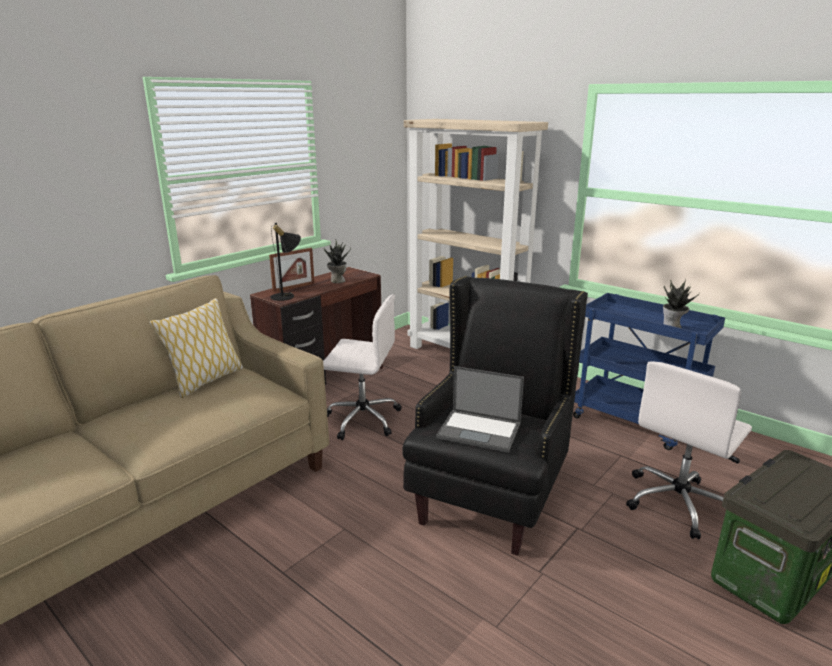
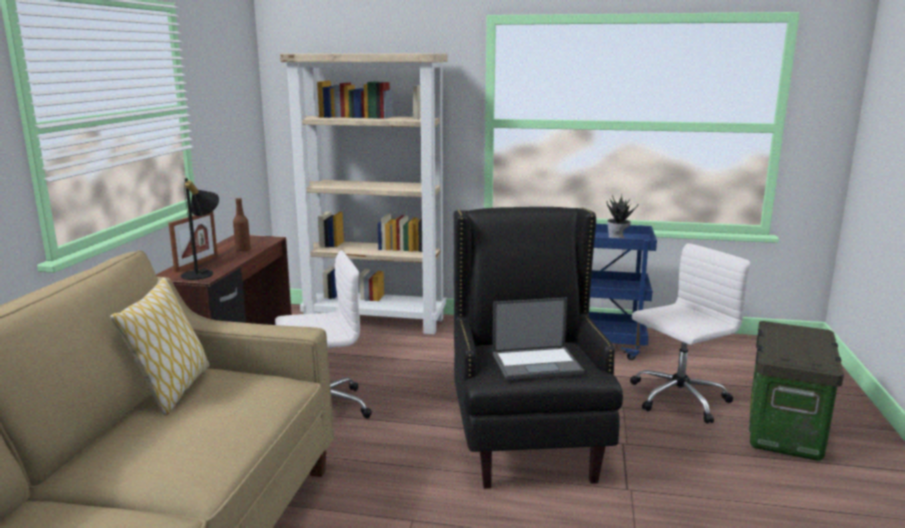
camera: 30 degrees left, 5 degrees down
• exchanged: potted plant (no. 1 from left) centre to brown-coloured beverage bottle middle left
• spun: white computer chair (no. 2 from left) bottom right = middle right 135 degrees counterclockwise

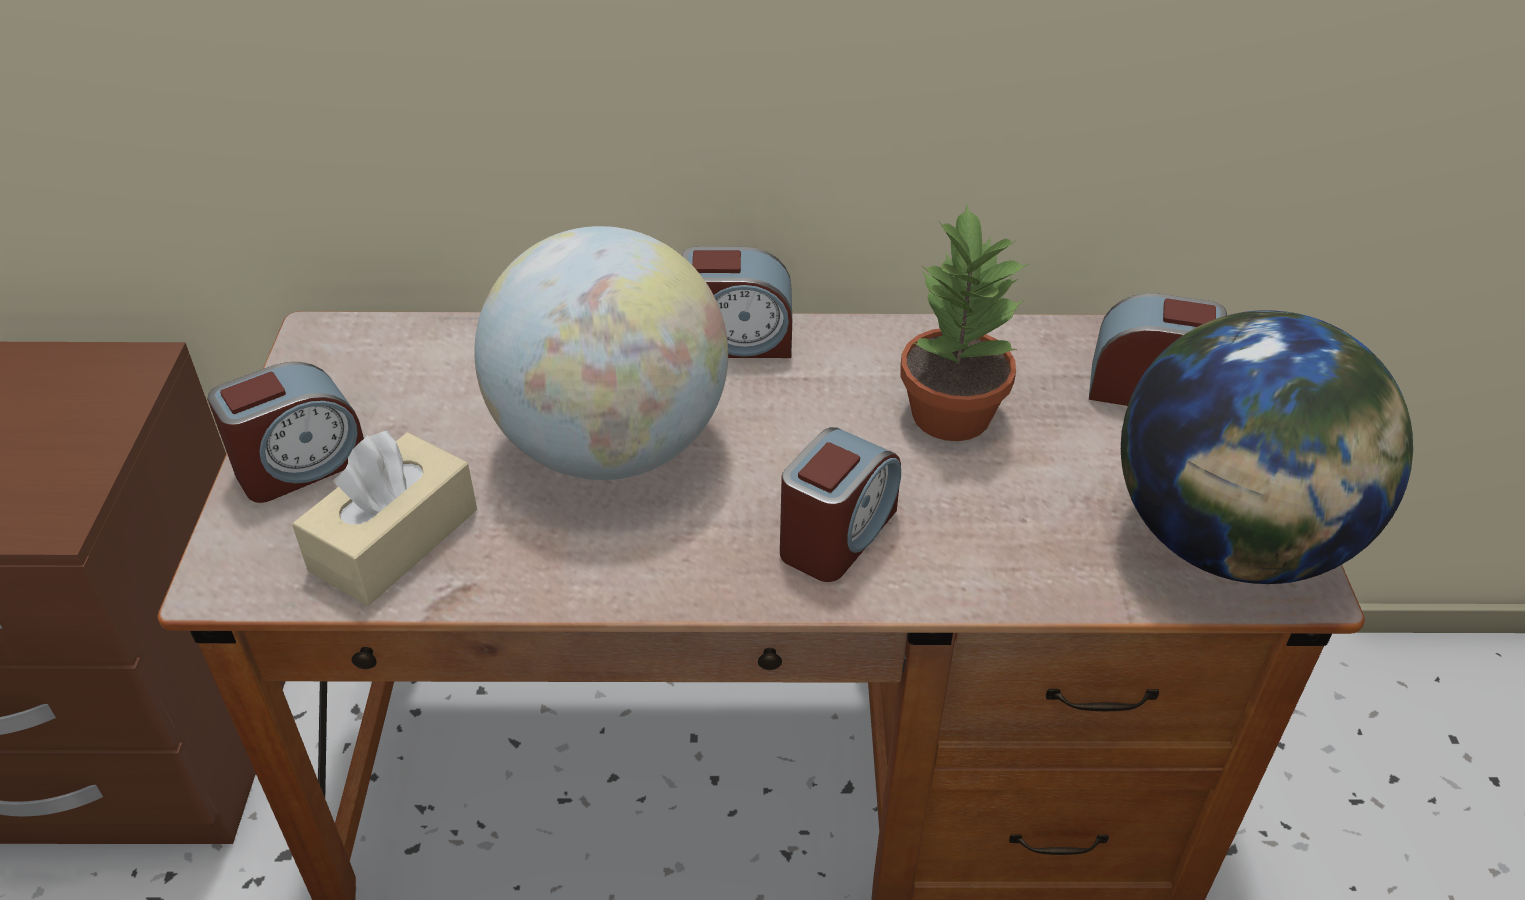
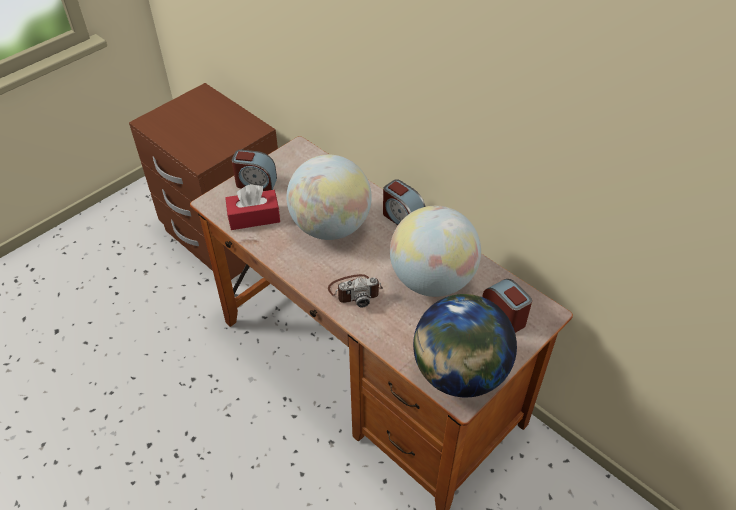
camera: 45 degrees right, 5 degrees up
• colour: beige-coloured box of tissues middle left to reddish box of tissues centre
• exchanged: table clock (no. 3 from left) centre to photo camera centre
• exchanged: potted plant centre to desk globe (no. 2 from left) centre

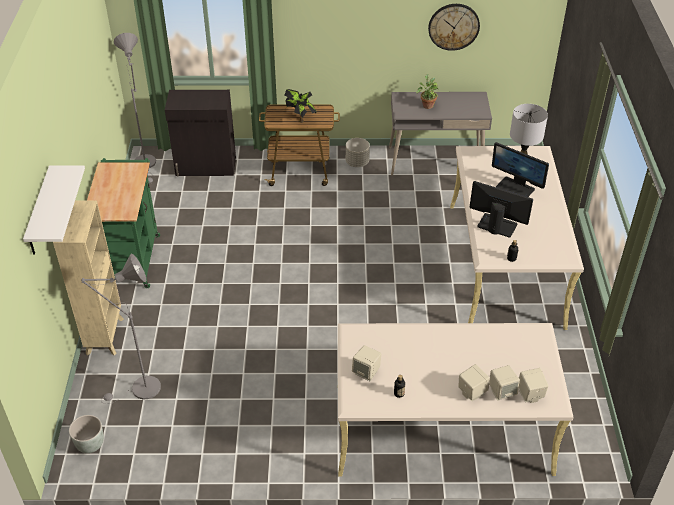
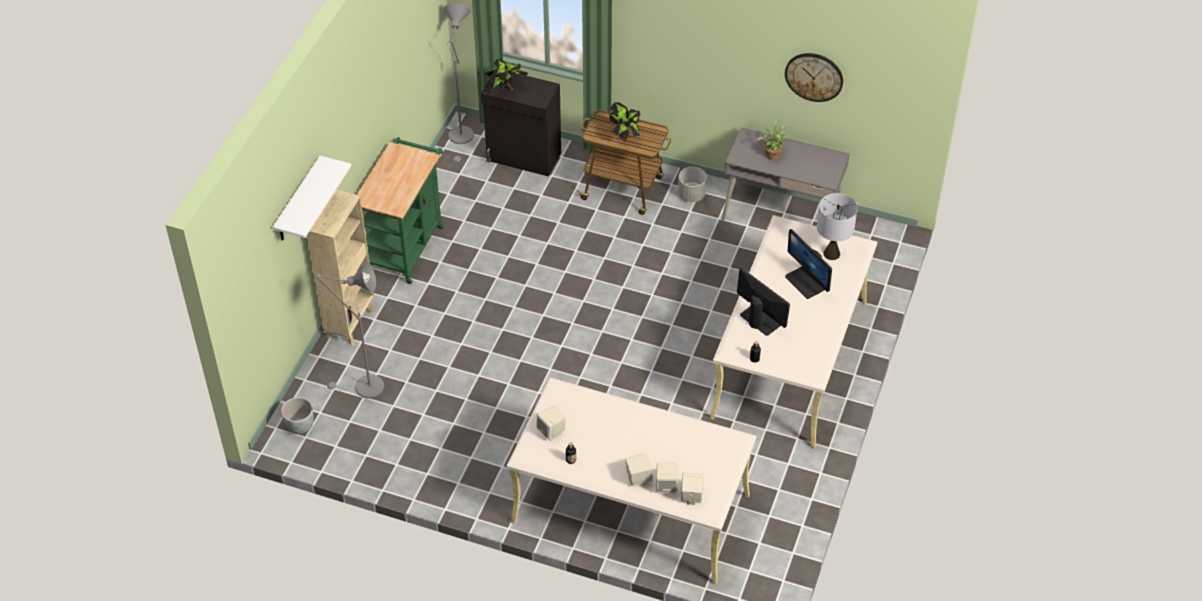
camera: 20 degrees right, 5 degrees up
• appeared: potted plant (no. 1 from left) top centre

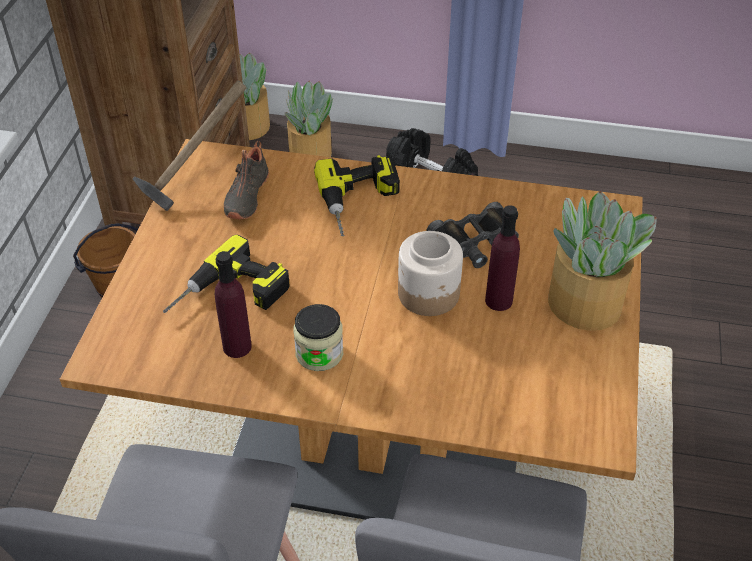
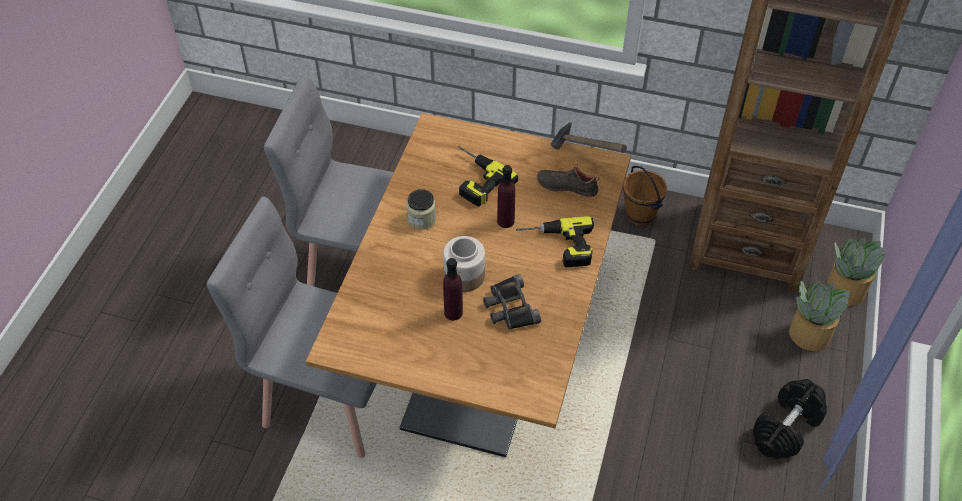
camera: 95 degrees right, 5 degrees up
• relocated: purplish beverage bottle (no. 1 from left in the first image) middle left to purplish beverage bottle (no. 2 from left) centre
• missing: potted plant (no. 3 from left) middle right

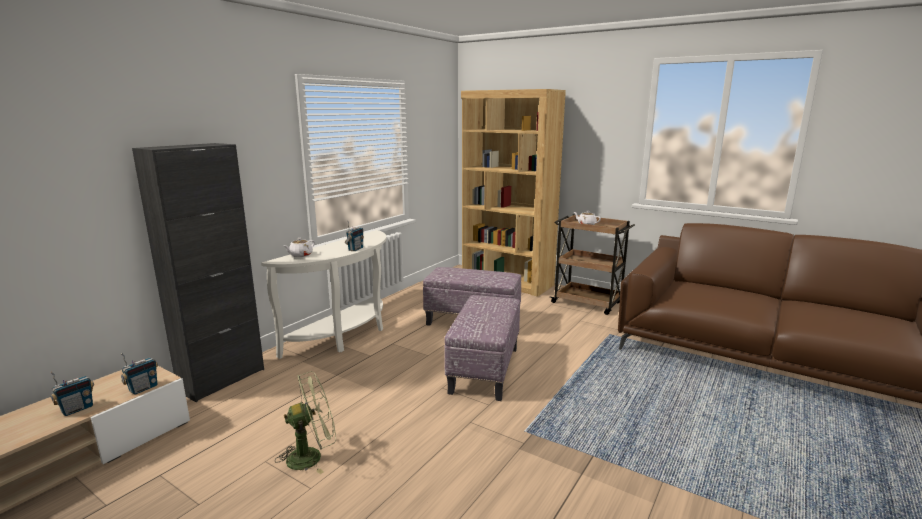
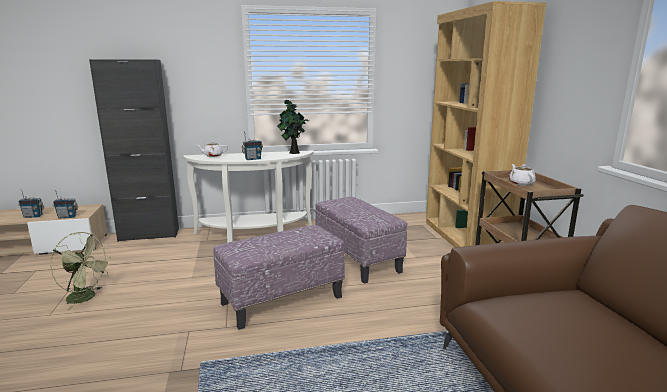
camera: 45 degrees right, 0 degrees up
• appeared: potted plant top centre

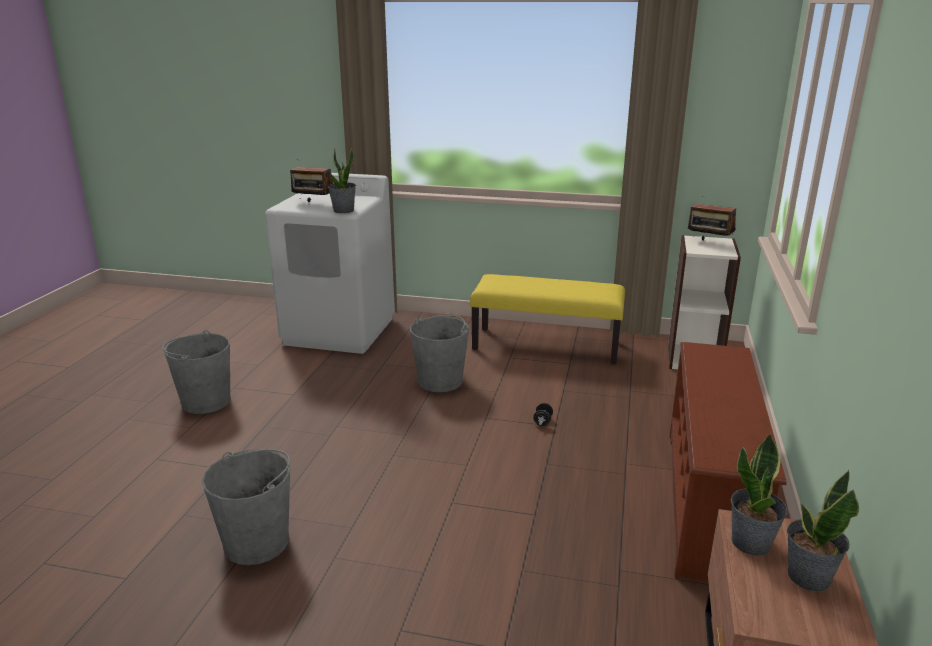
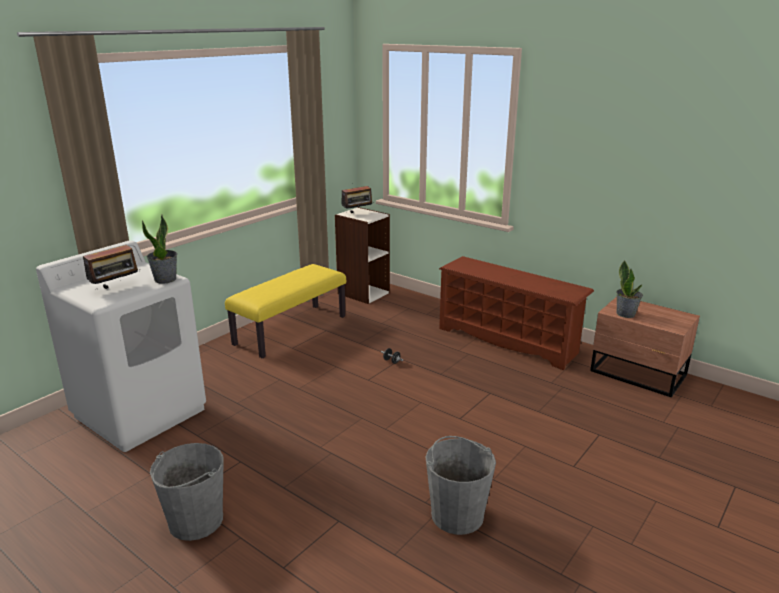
camera: 65 degrees left, 0 degrees up
• missing: gray pail (no. 3 from left) centre
• missing: potted plant (no. 3 from left) bottom right

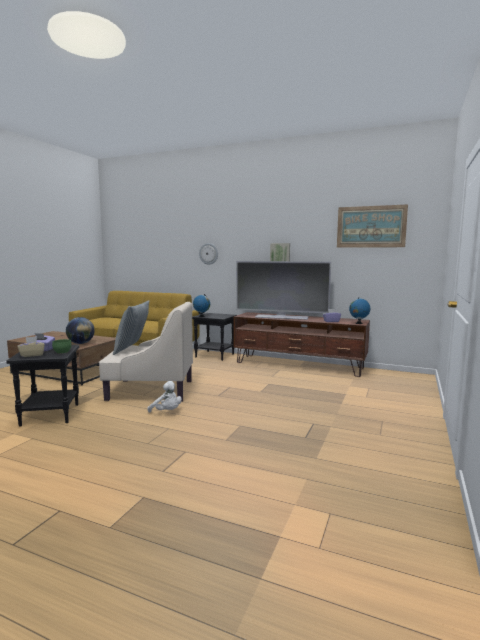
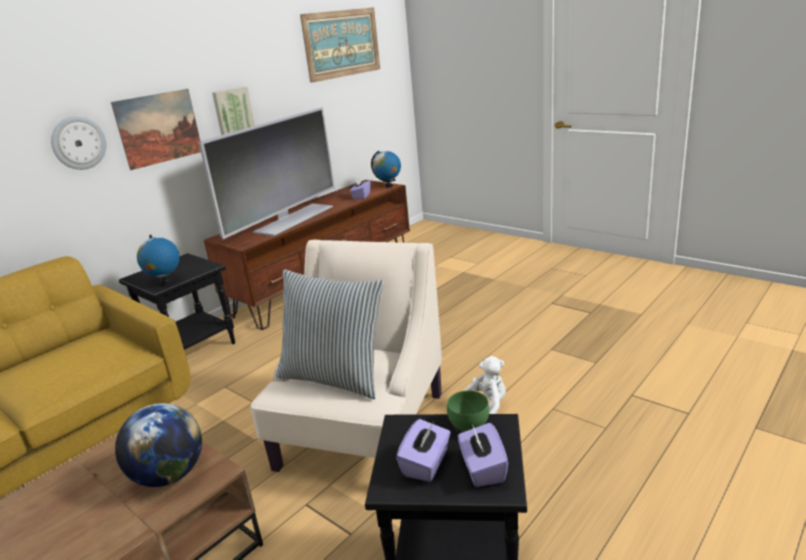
camera: 70 degrees left, 15 degrees up
• appeared: wall picture (no. 1 from left) top left
• colour: beige-coloured box of tissues middle left to purplish box of tissues (no. 3 from left) bottom centre

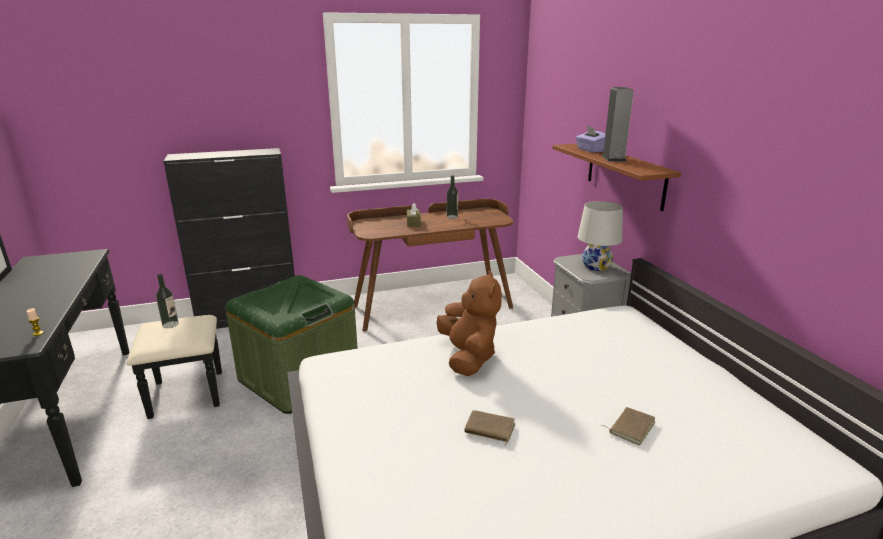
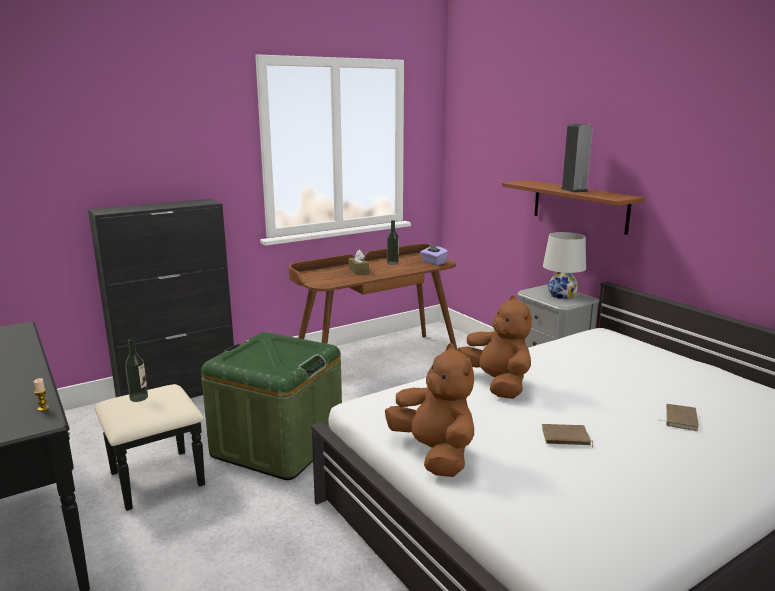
camera: 15 degrees left, 5 degrees down
• appeared: brown-coloured soft toy (no. 1 from left) bottom centre
• relocated: purplish box of tissues top right to centre

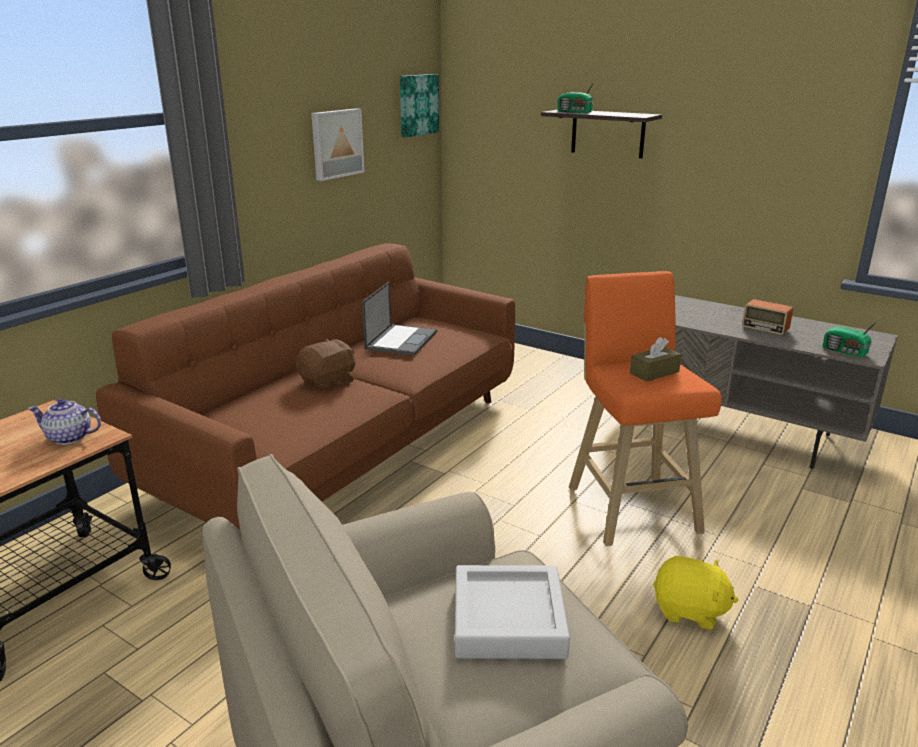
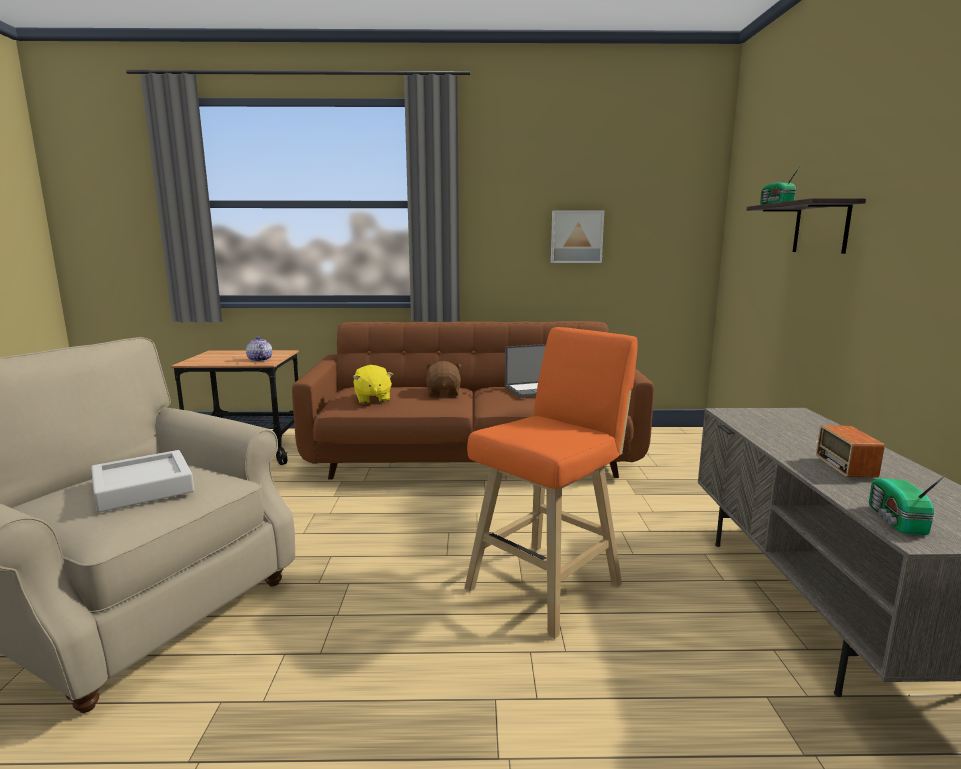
camera: 55 degrees right, 10 degrees down
• relocated: yellow soft toy bottom right to centre
• spun: brown-coloured soft toy centre = centre 105 degrees counterclockwise
• missing: wall picture (no. 2 from left) top centre
• missing: brown-coloured box of tissues middle right

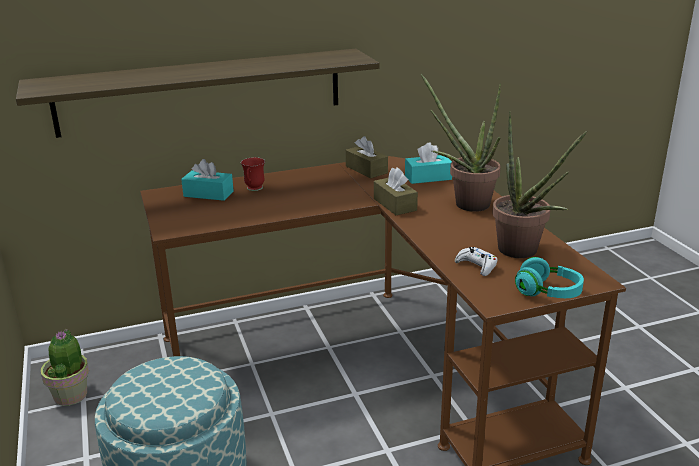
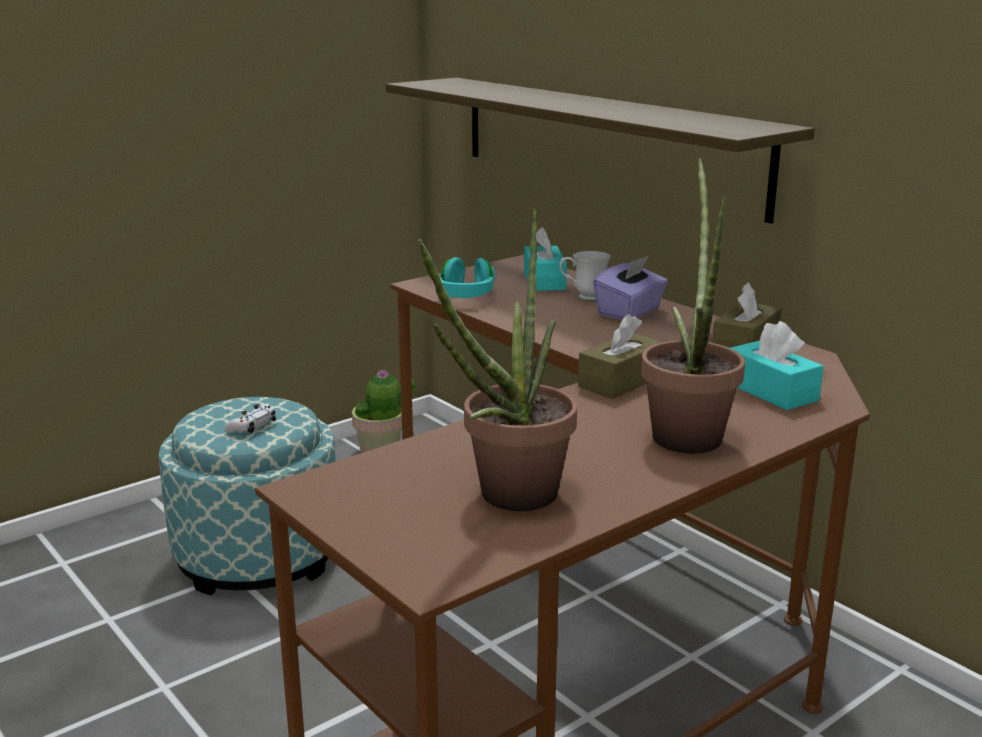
camera: 70 degrees right, 5 degrees down
• relocated: white gamepad middle right to middle left
• relocated: turquoise-coloured headset middle right to centre
• colour: reddish tea mug centre to white tea mug centre
• appeared: purplish box of tissues centre

